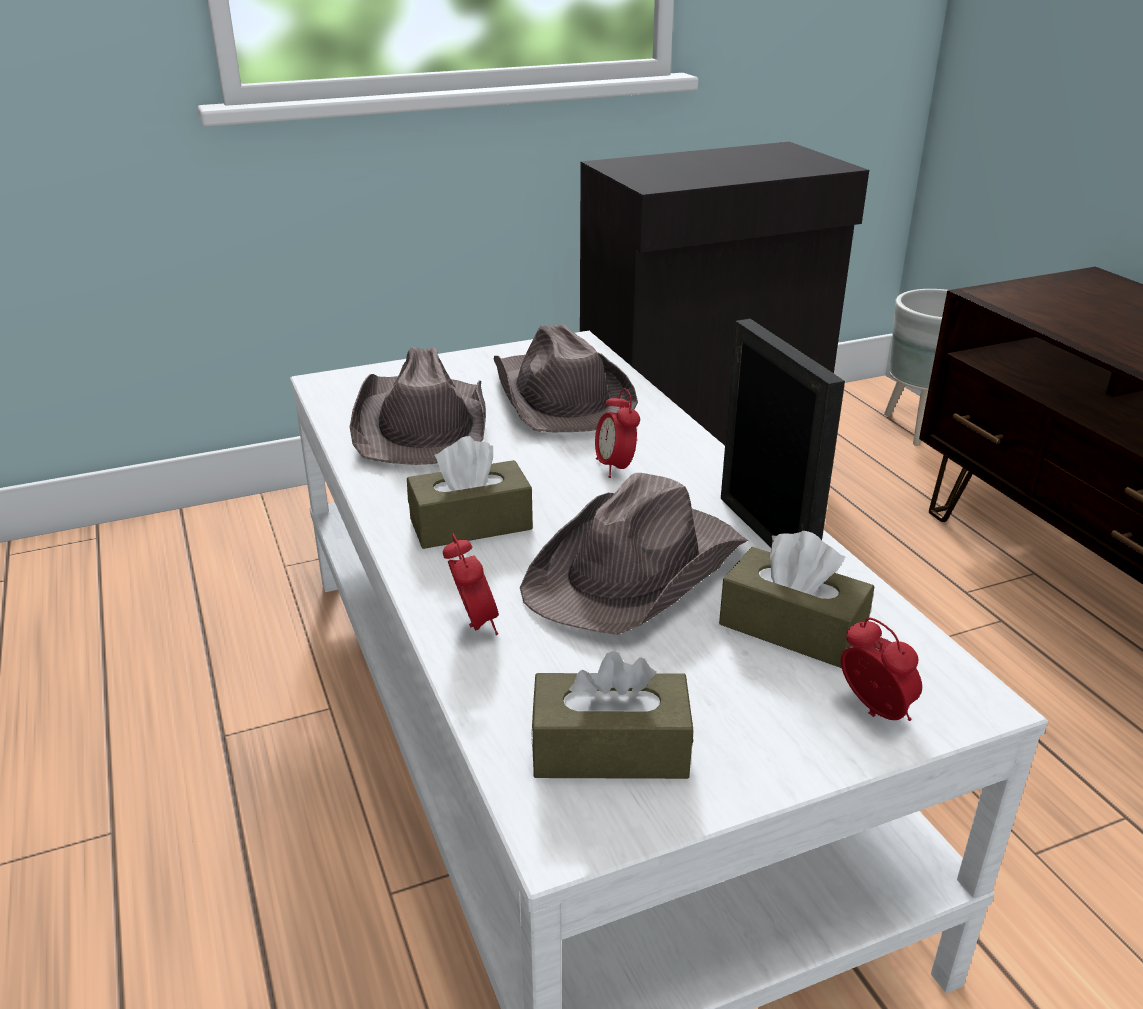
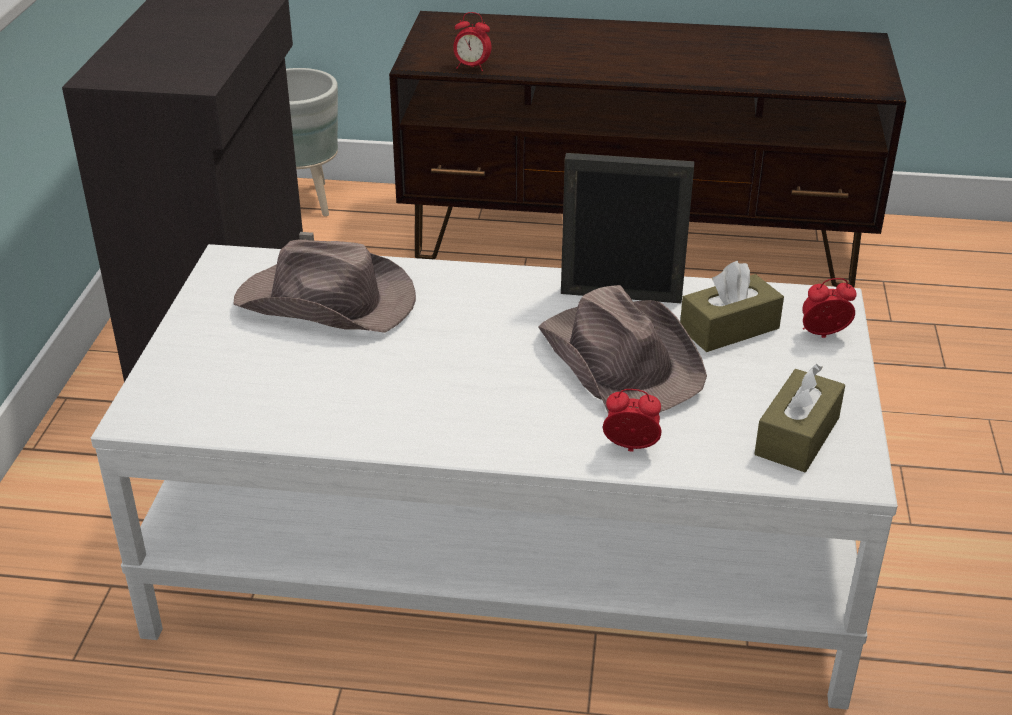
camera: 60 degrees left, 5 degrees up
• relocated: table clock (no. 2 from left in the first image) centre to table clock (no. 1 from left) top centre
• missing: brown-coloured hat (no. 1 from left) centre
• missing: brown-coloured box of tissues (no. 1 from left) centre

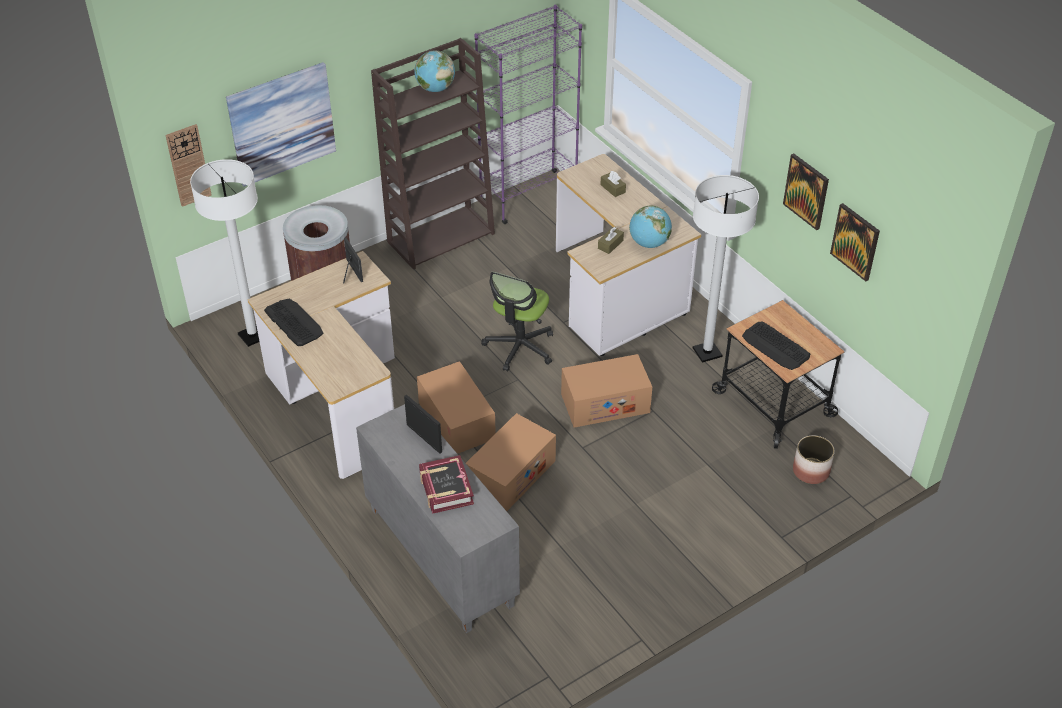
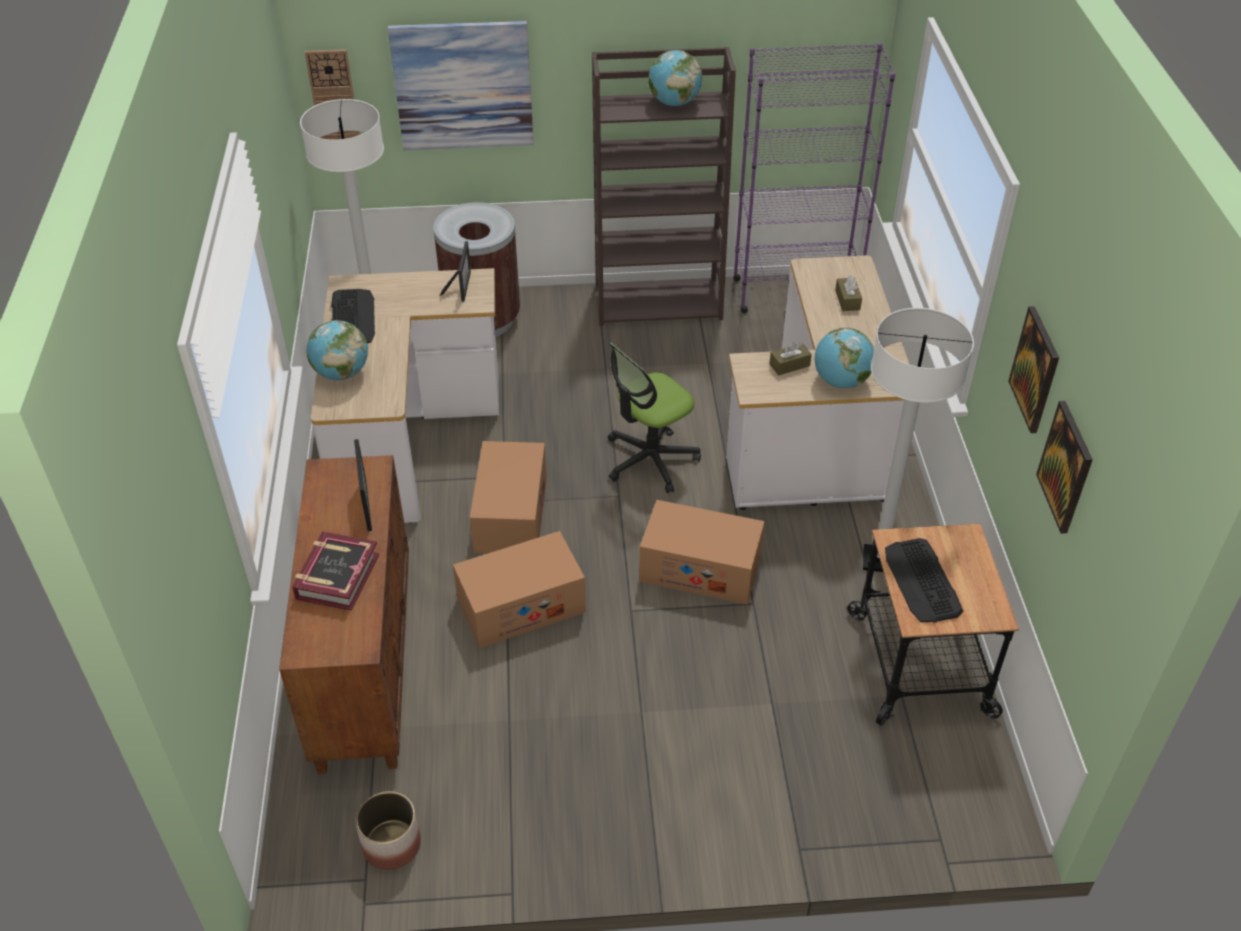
camera: 30 degrees right, 0 degrees up
• colour: gray cupboard bottom centre to brown-coloured cupboard middle left
• appeared: desk globe (no. 1 from left) middle left
• relocated: plant pot middle right to bottom left

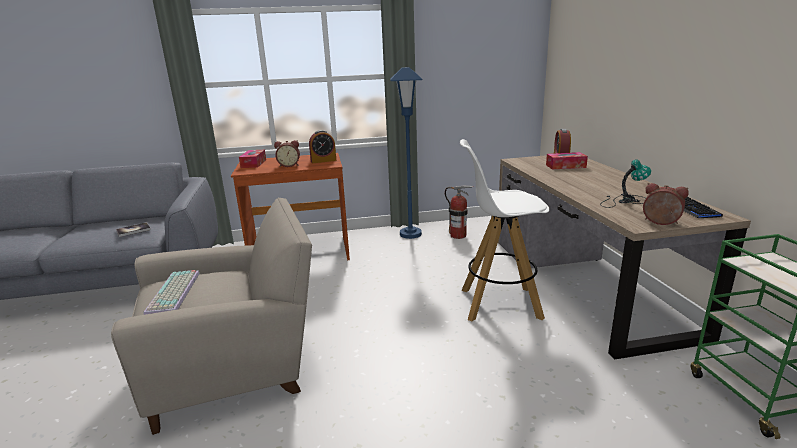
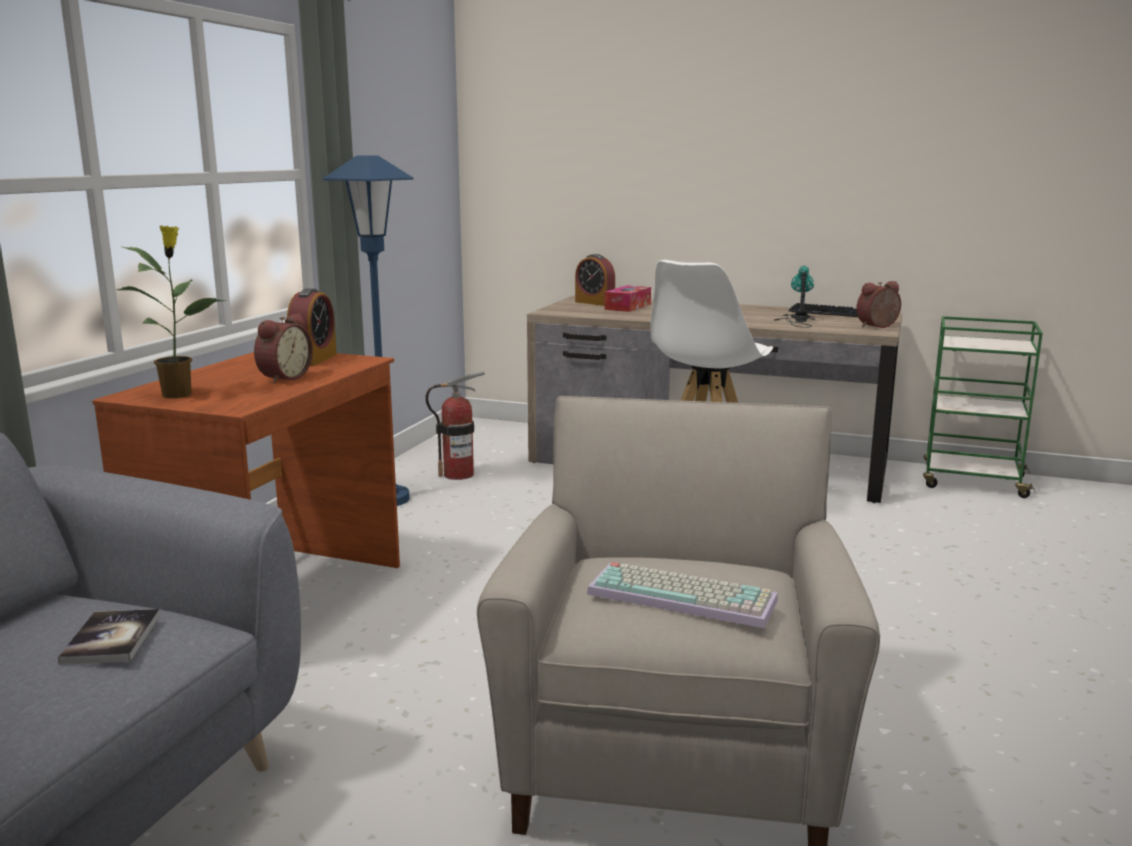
camera: 60 degrees left, 5 degrees down
• exchanged: box of tissues (no. 1 from left) middle left to potted plant middle left

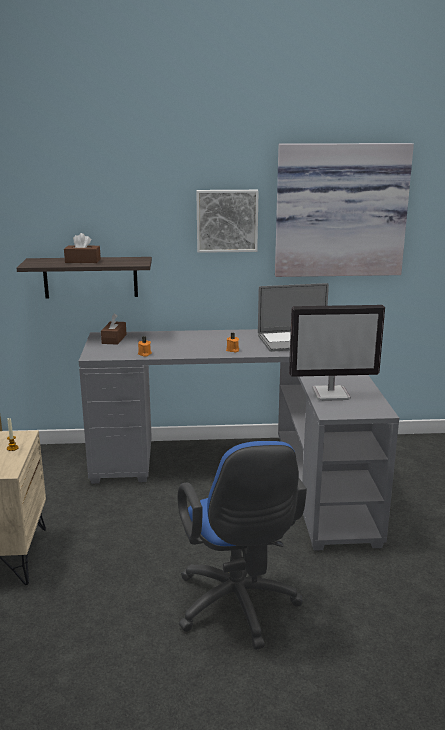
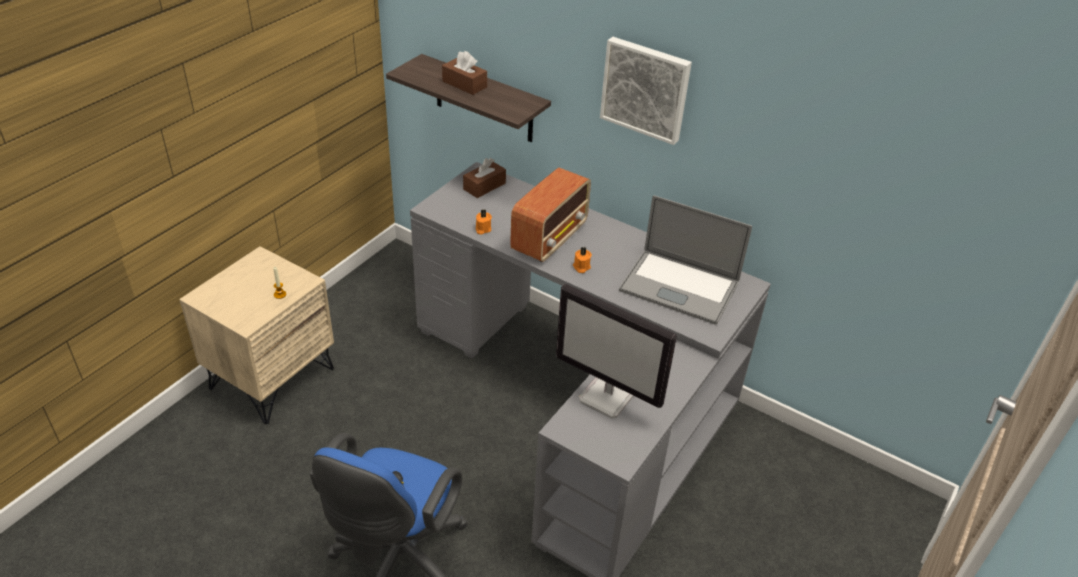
camera: 35 degrees right, 20 degrees up
• appeared: radio set centre
• missing: wall picture (no. 2 from left) top right

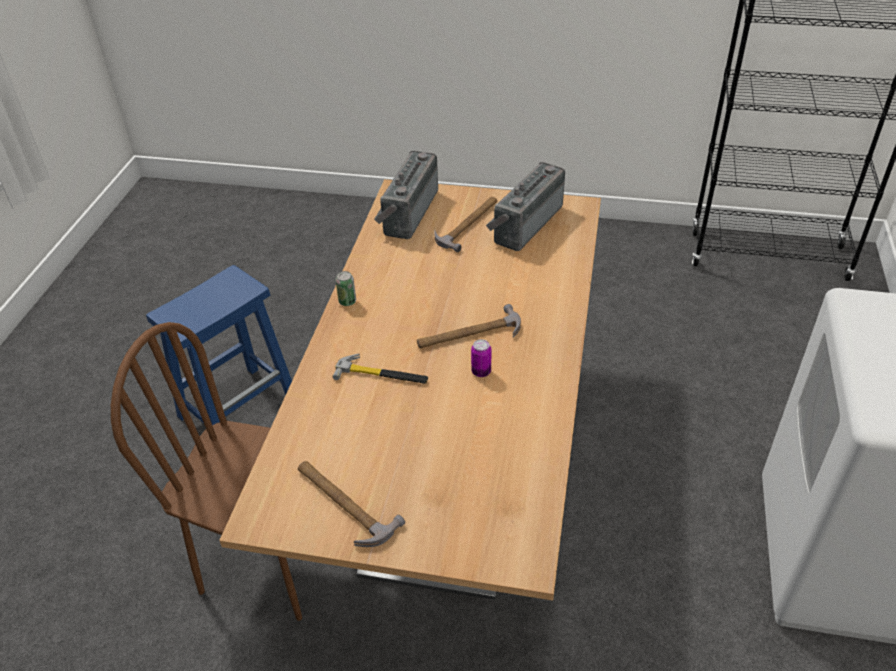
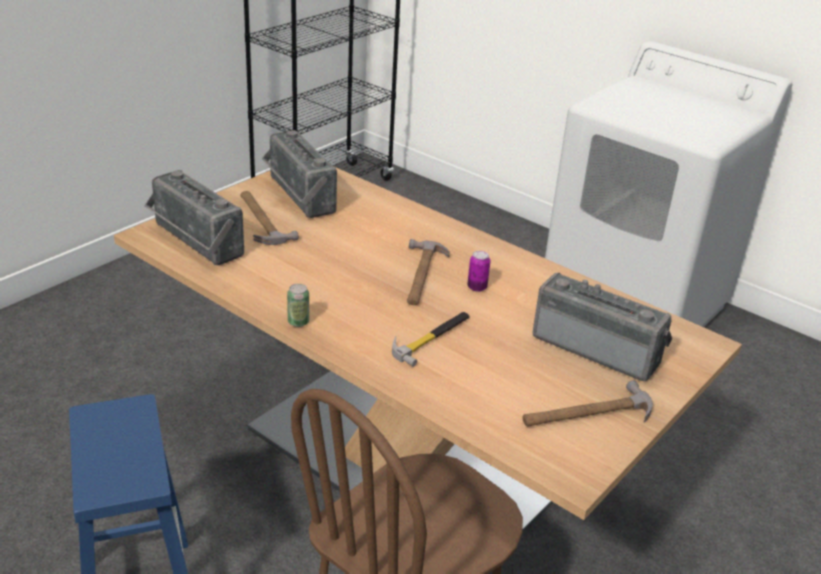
camera: 65 degrees left, 10 degrees down
• appeared: radio set (no. 3 from left) middle right

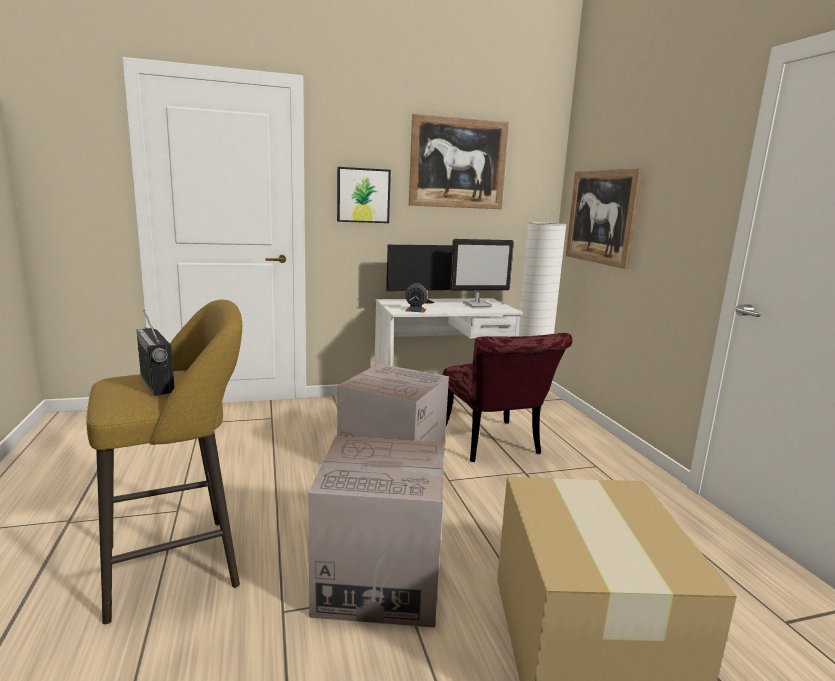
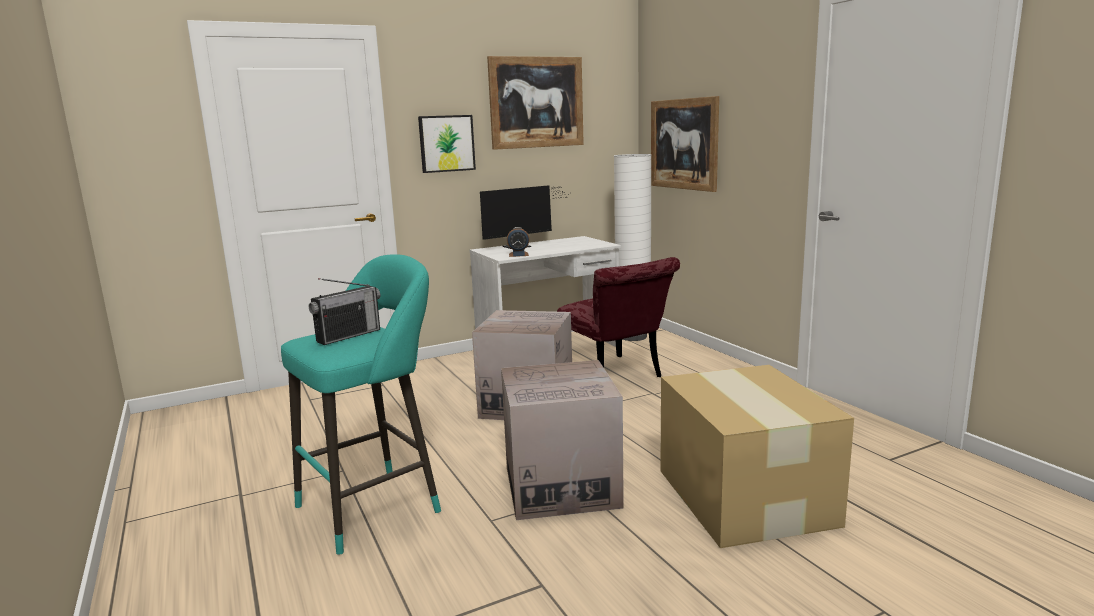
camera: 10 degrees left, 0 degrees up
• colour: yellow sitting stool bottom left to turquoise-coloured sitting stool middle left
• spun: radio set middle left = middle left 90 degrees counterclockwise
• missing: computer display (no. 2 from left) centre

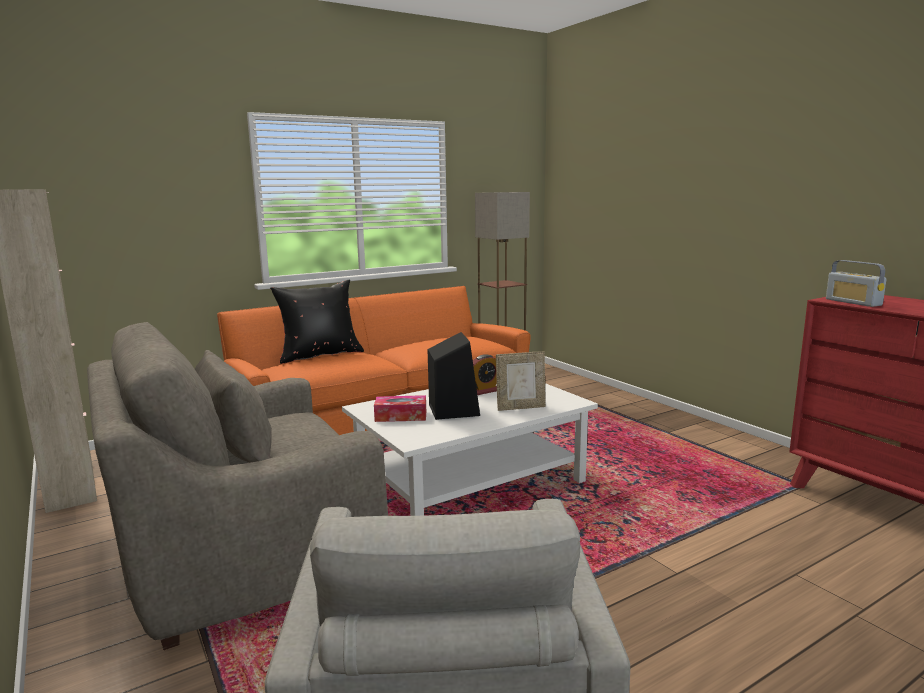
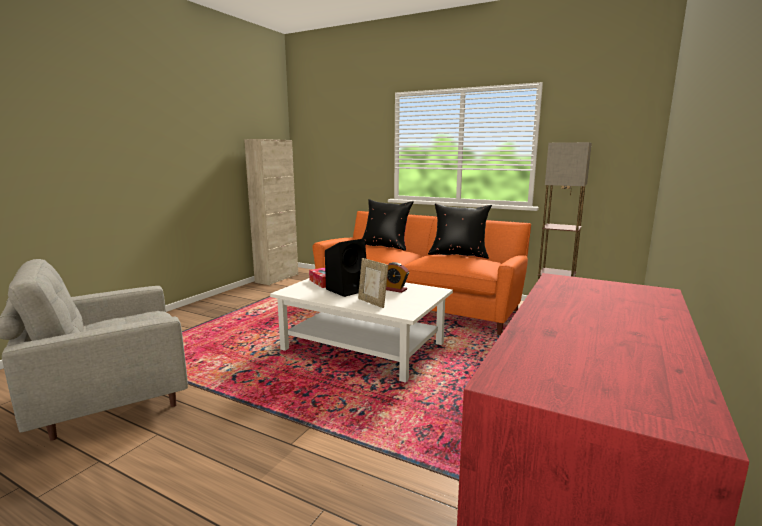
camera: 60 degrees right, 0 degrees up
• appeared: blackish pillow (no. 2 from left) centre
• missing: gray lounge chair (no. 1 from left) bottom left
• missing: radio set middle right

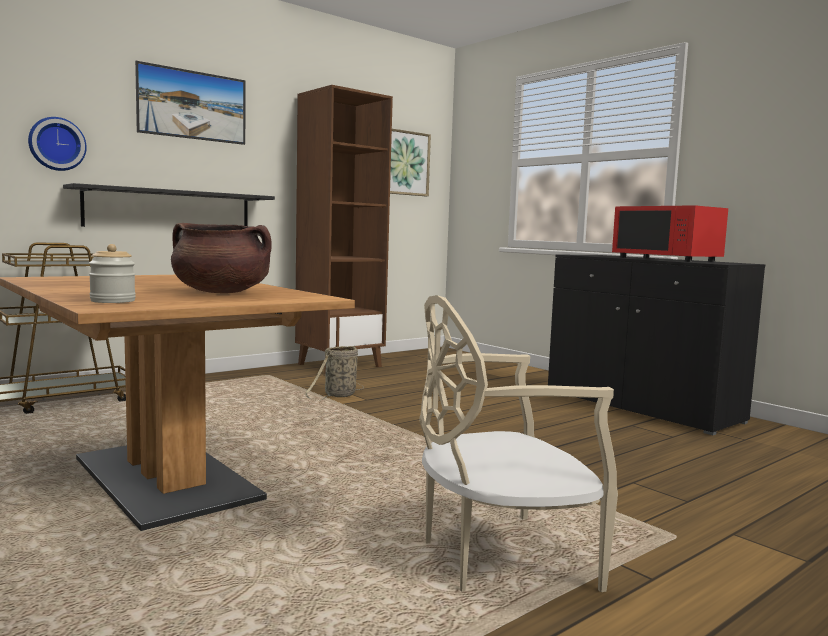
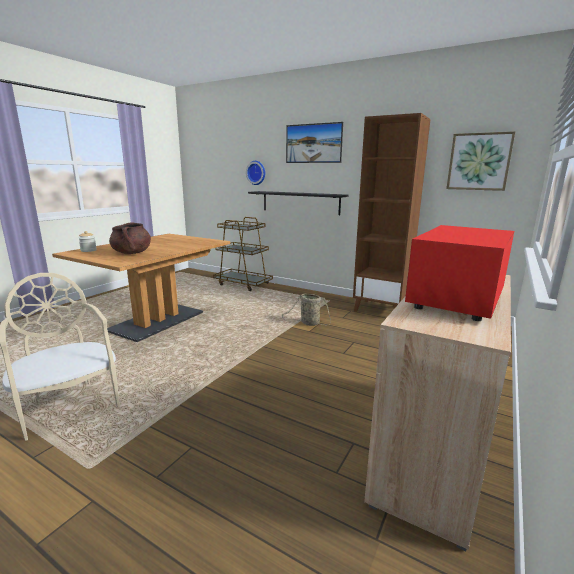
camera: 70 degrees right, 10 degrees up
• colour: blackish cupboard middle right to beige-coloured cupboard bottom right

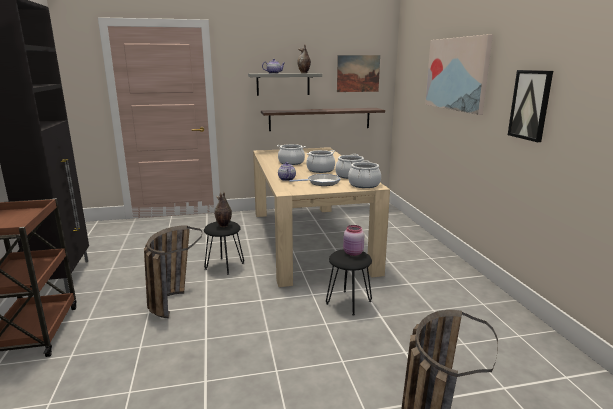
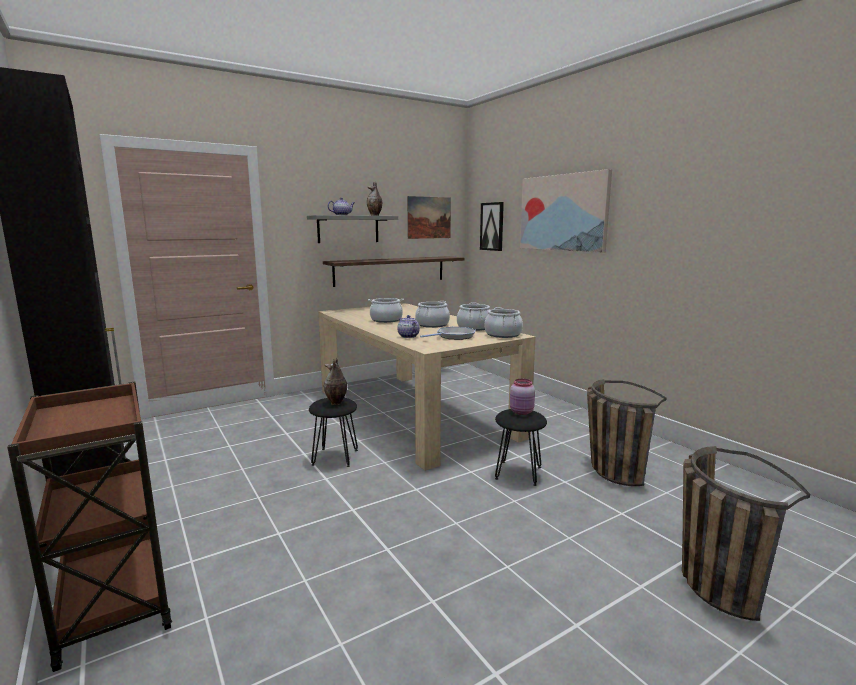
camera: 20 degrees left, 5 degrees down
• relocated: wall picture (no. 3 from left in the first image) top right to wall picture (no. 2 from left) top centre
• relocated: basket (no. 1 from left) middle left to middle right

